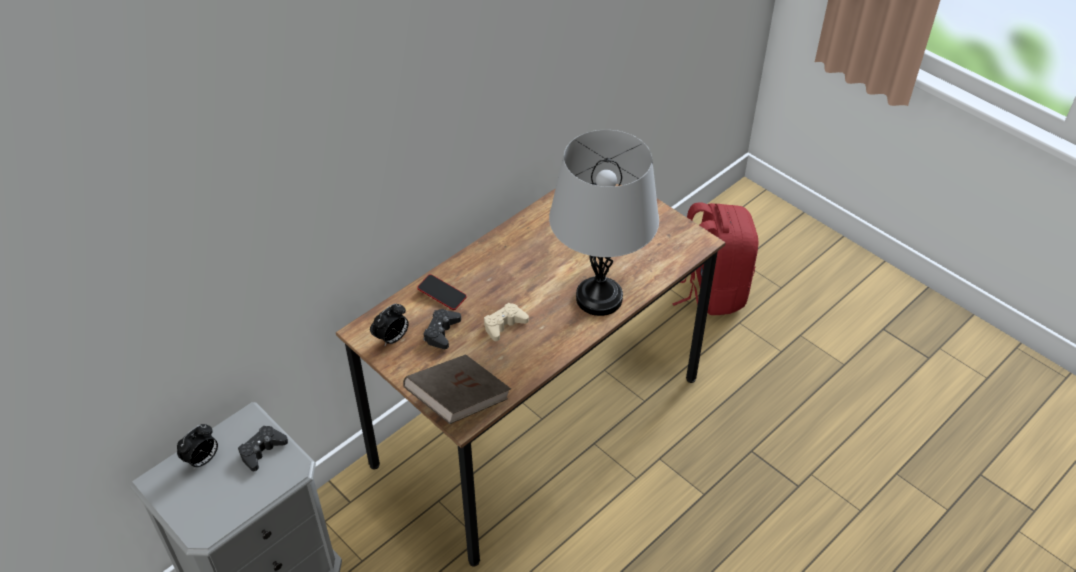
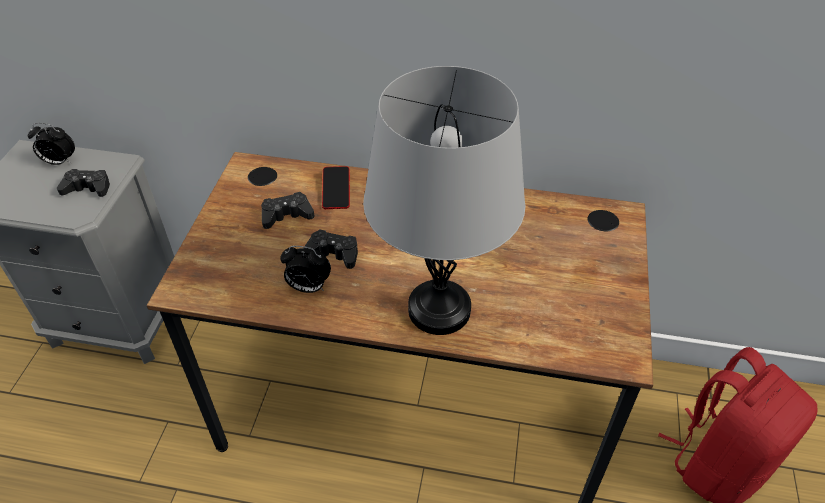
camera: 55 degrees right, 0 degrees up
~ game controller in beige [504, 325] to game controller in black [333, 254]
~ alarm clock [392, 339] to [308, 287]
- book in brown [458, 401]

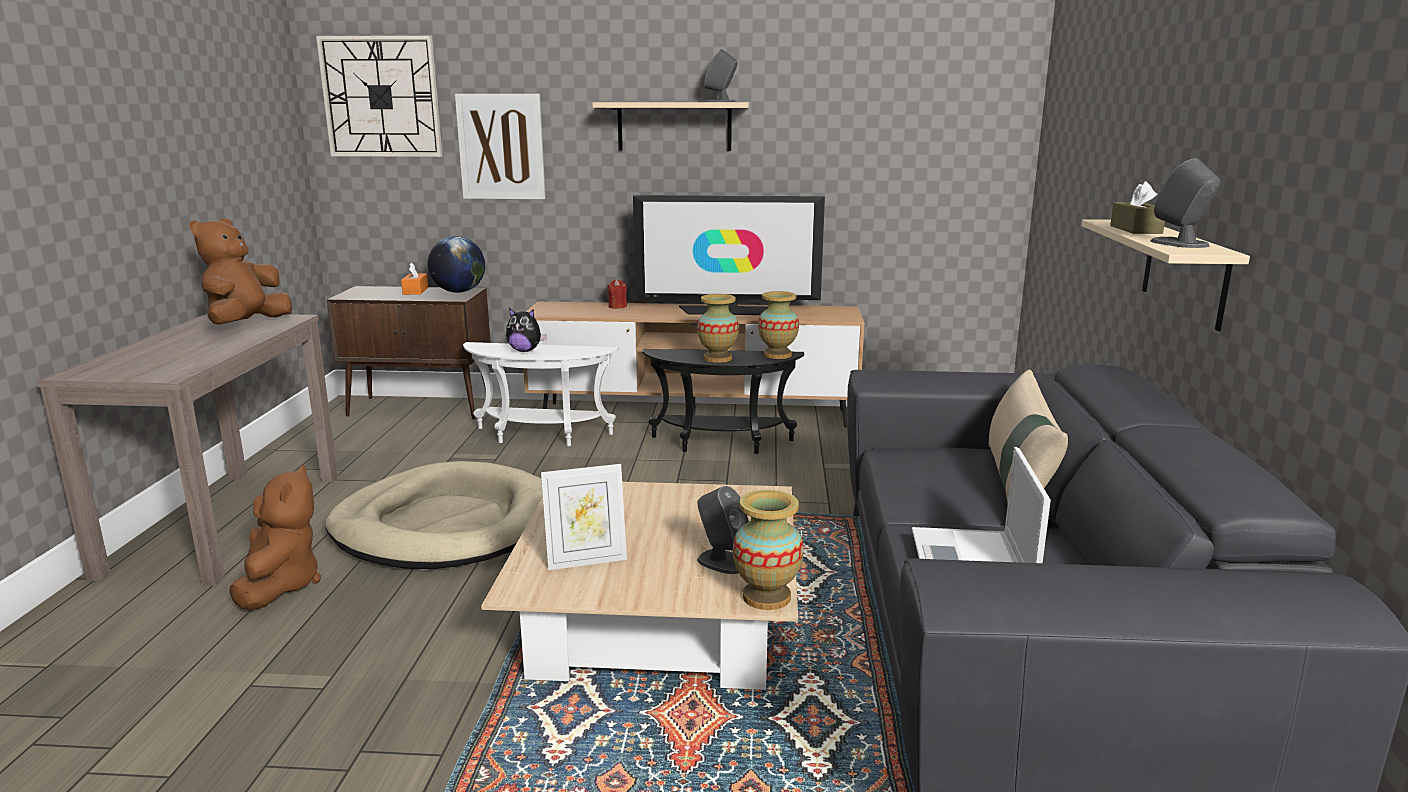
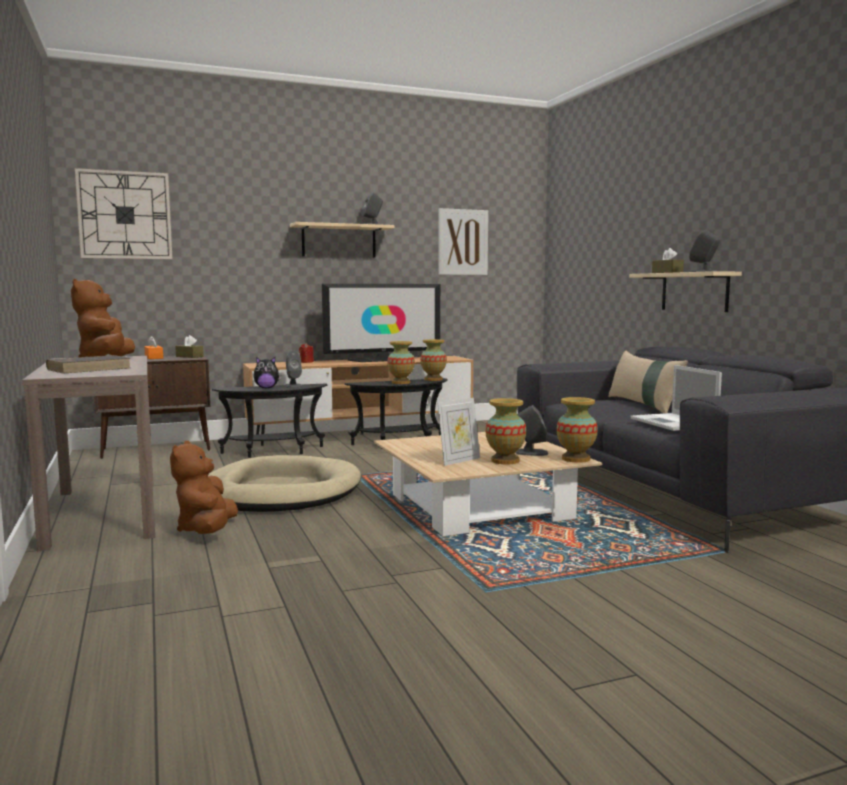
camera: 25 degrees left, 10 degrees down
~ picture [501, 147] to [463, 242]
~ globe [458, 292] to tissue box in brown [189, 356]
~ side table in white [540, 437] to side table in black [274, 452]
~ plush toy in brown [280, 586] = [207, 530] 150 degrees counterclockwise
+ speaker in grey [293, 386]
+ book in brown [90, 368]
+ vase [505, 461]

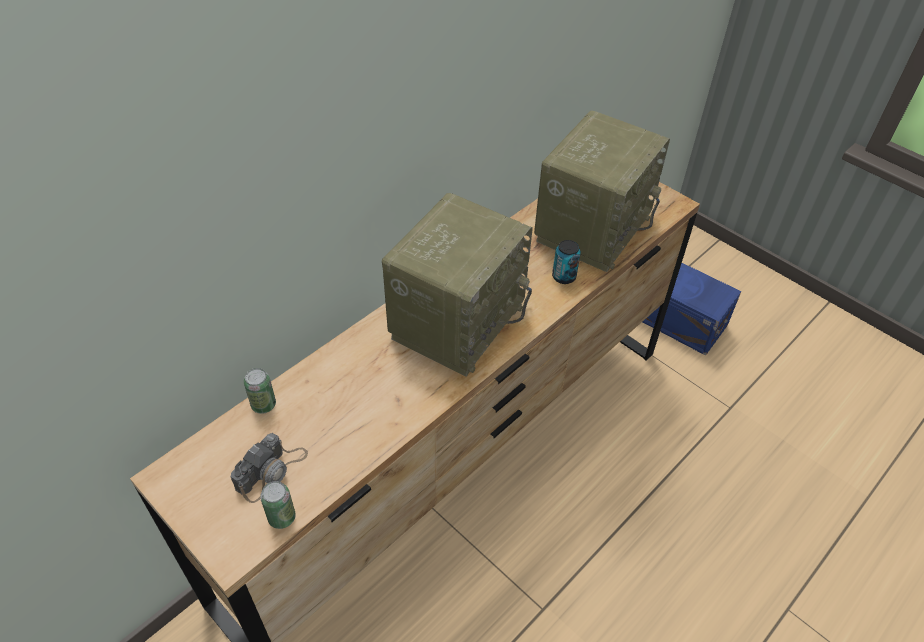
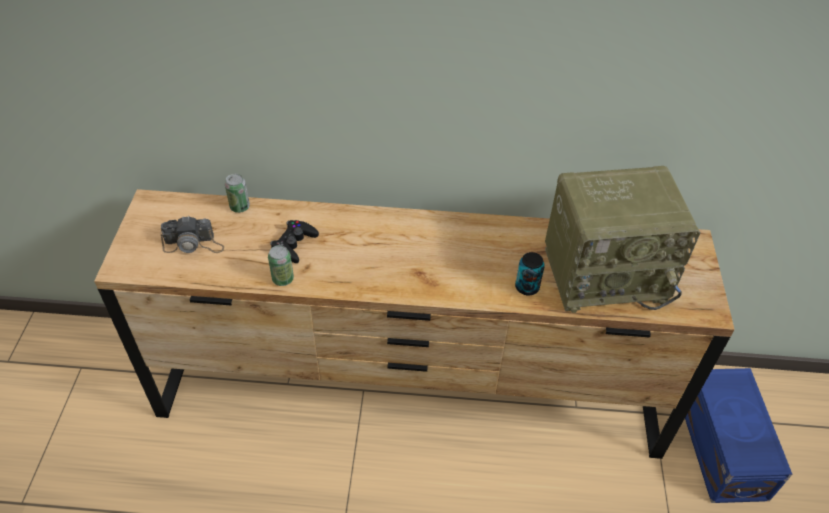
camera: 50 degrees right, 0 degrees up
- radio [457, 319]
~ can [282, 517] to [283, 279]
+ game controller in black [294, 244]

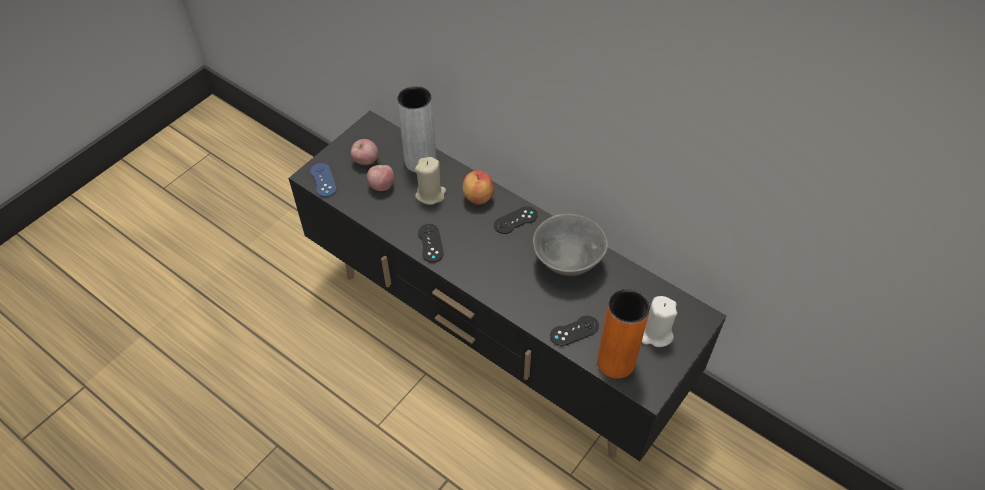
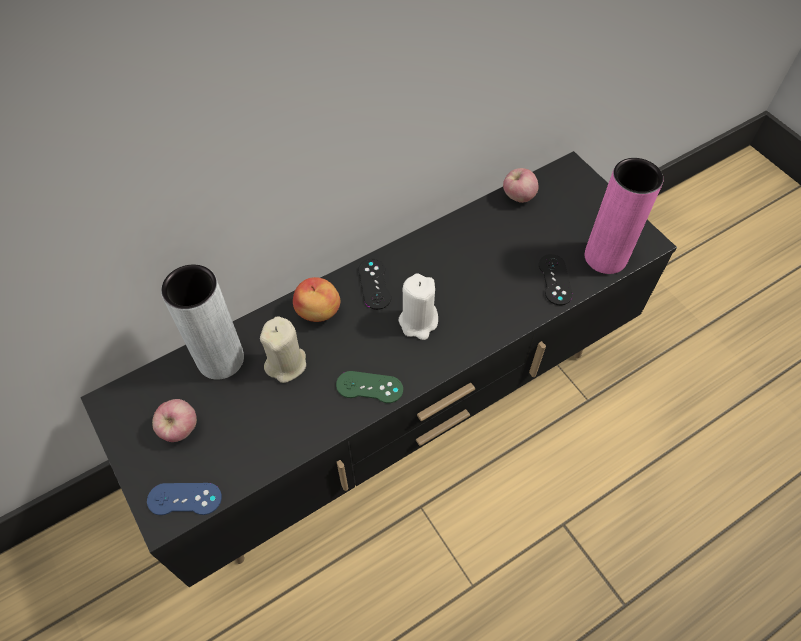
camera: 70 degrees left, 5 degrees up
~ apple [381, 186] to [518, 197]
- bowl in grey [567, 260]
~ game controller in black [430, 243] to game controller in green [369, 387]
~ vase in orange [616, 362] to vase in pink [605, 257]
~ candle in white [655, 334] to [418, 322]

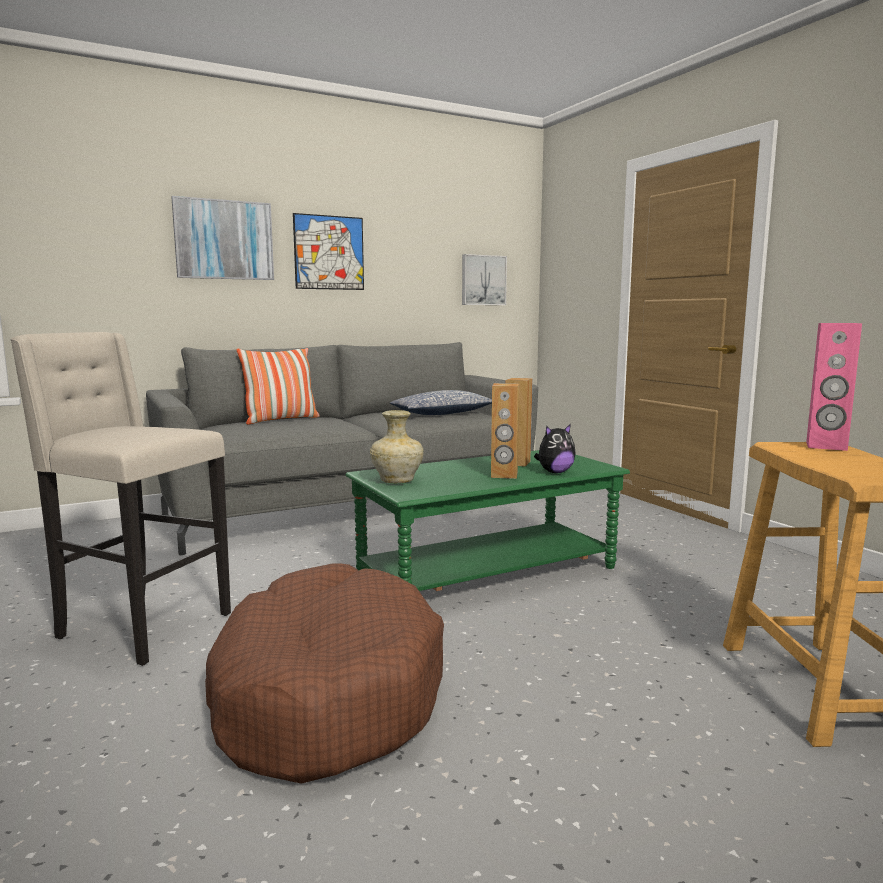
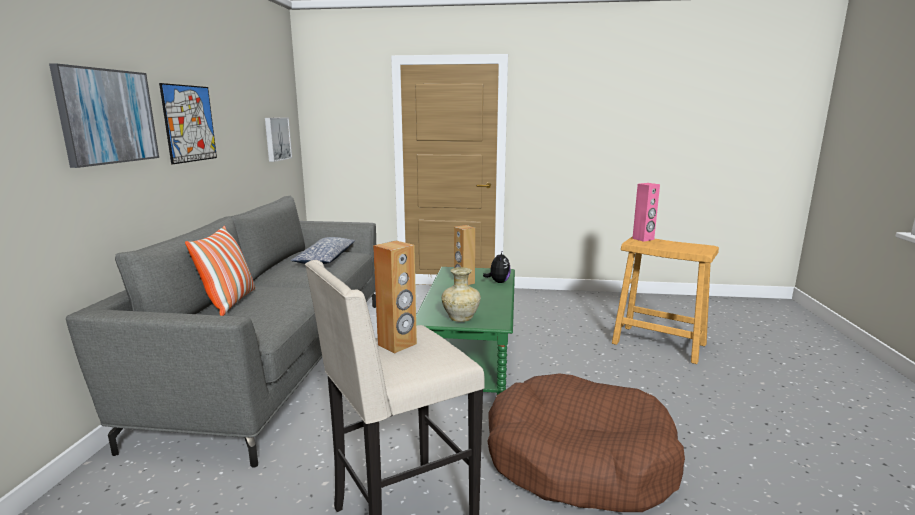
camera: 55 degrees left, 5 degrees up
~ speaker in brown [504, 475] to [397, 344]

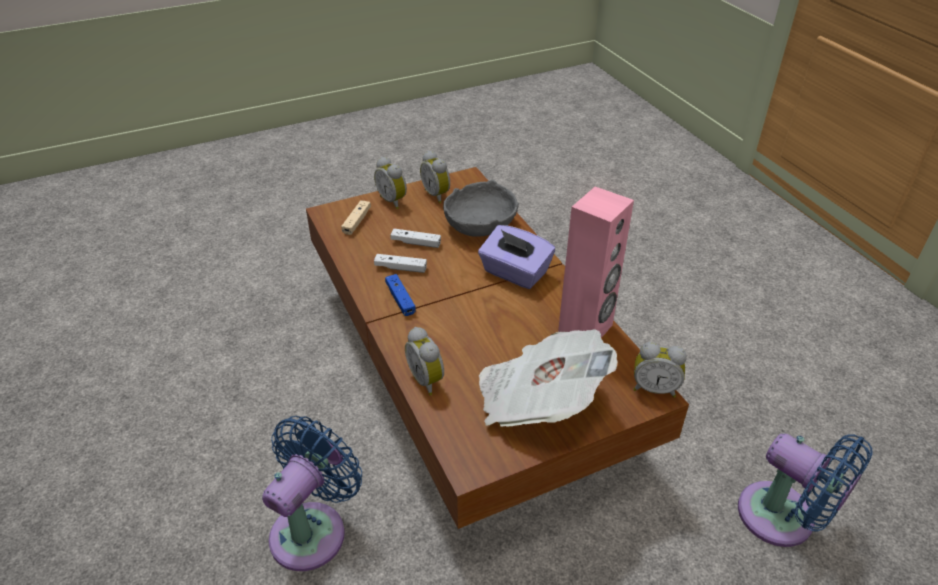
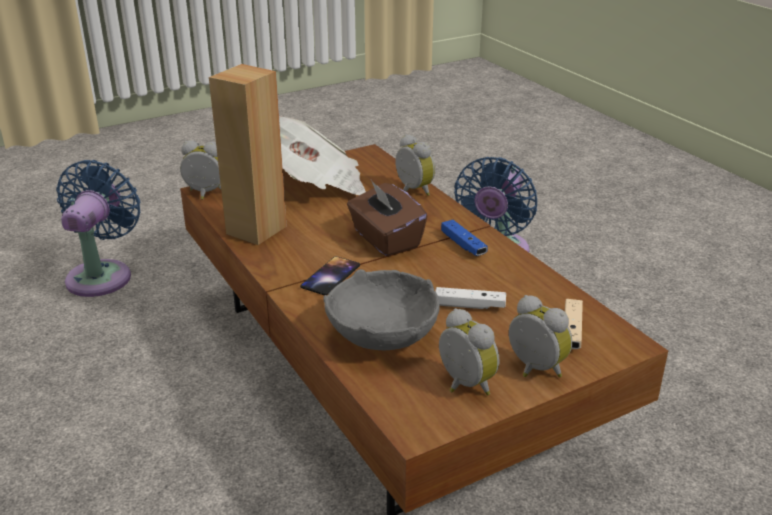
camera: 175 degrees right, 10 degrees down
~ speaker in pink [586, 329] to speaker in brown [255, 230]
~ tissue box in purple [514, 273] to phone [330, 276]
- game controller in white [400, 268]
~ fan in blue [783, 520] = [102, 275] 60 degrees clockwise
+ tissue box in brown [385, 240]

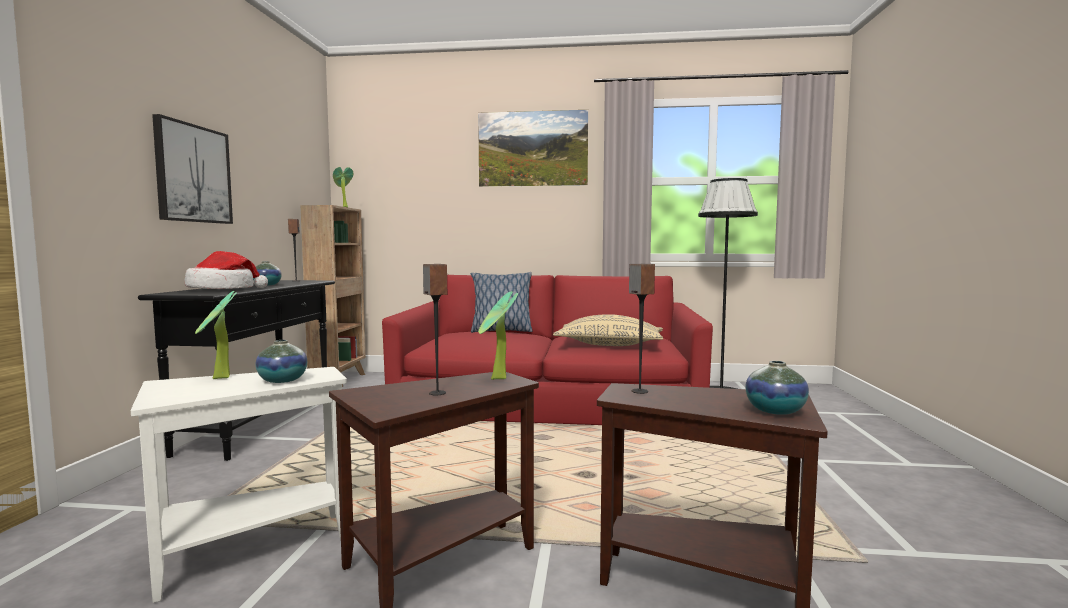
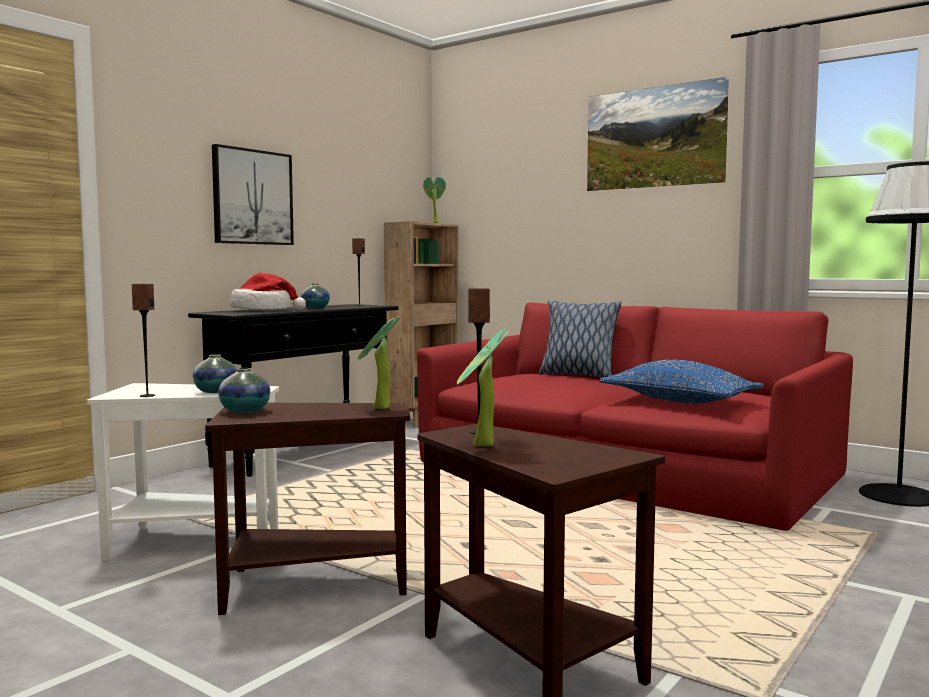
camera: 30 degrees right, 0 degrees up
~ speaker [437, 393] to [147, 396]
~ potted plant [219, 379] to [481, 446]
~ pillow in beige [609, 345] to pillow in blue [679, 401]
~ vase [775, 411] to [245, 411]

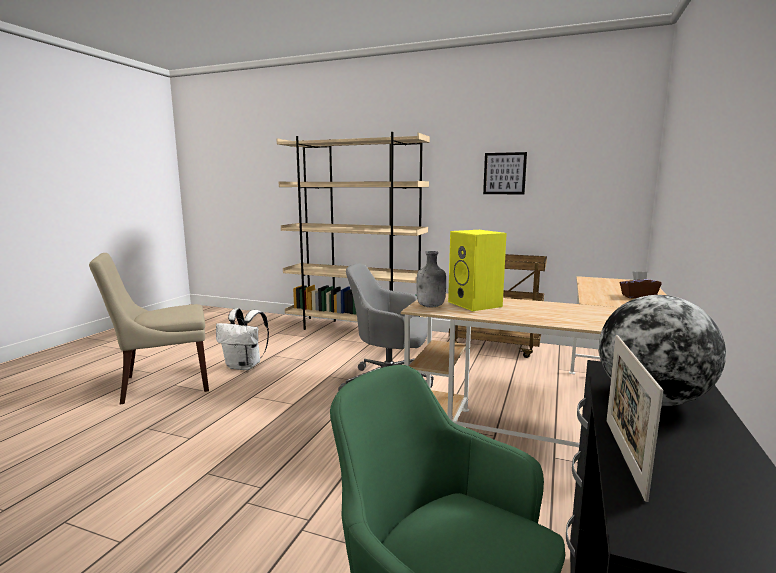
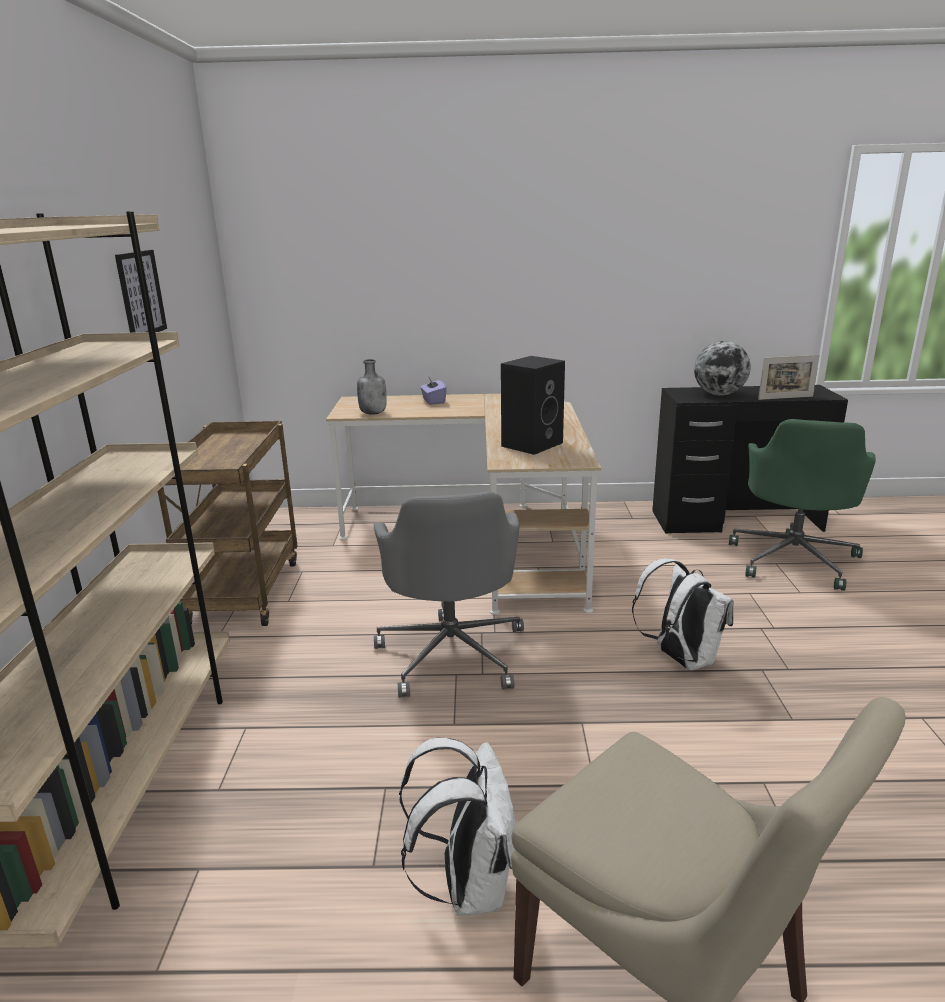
camera: 110 degrees left, 10 degrees up
~ speaker in yellow [476, 304] to speaker in black [532, 444]
~ bottle in grey [431, 306] to [373, 413]
~ tissue box in brown [638, 296] to tissue box in purple [433, 401]
+ backpack in white [680, 659]

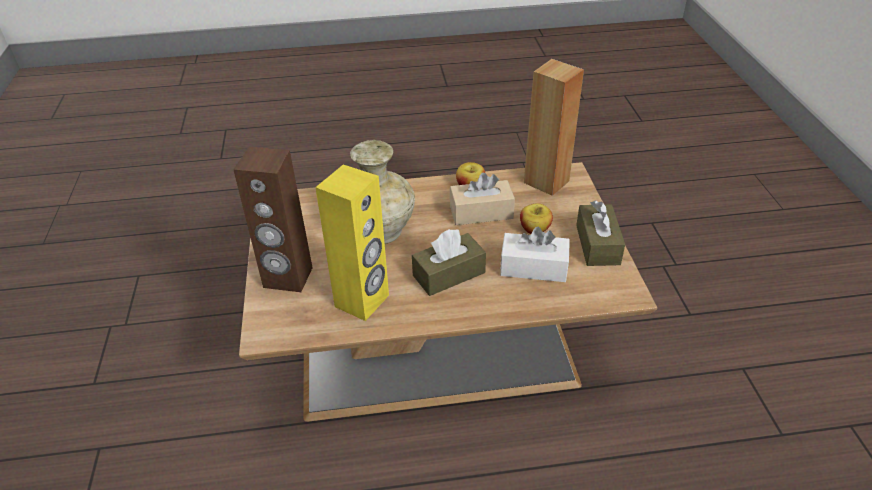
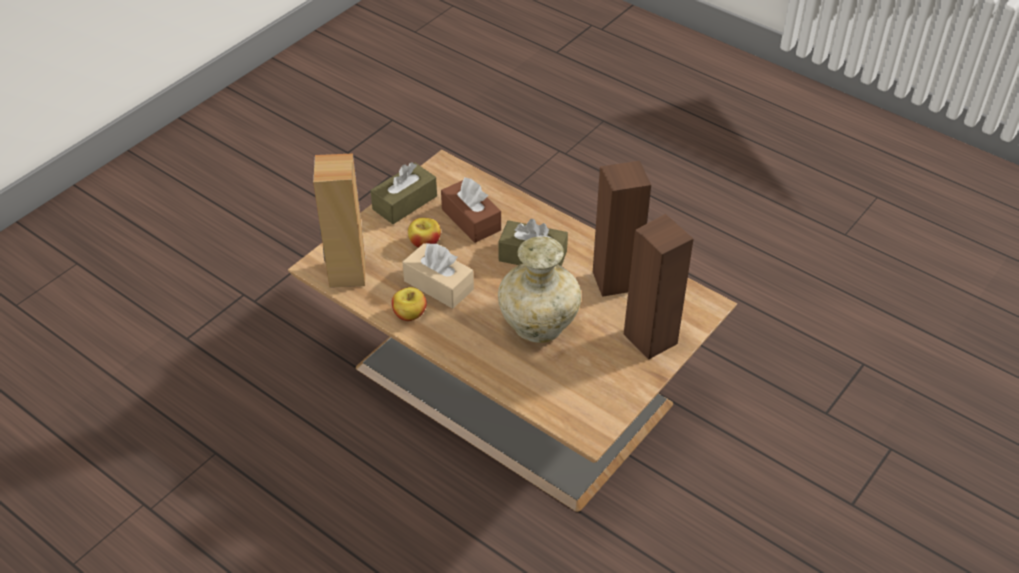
camera: 135 degrees left, 5 degrees up
~ speaker in yellow [362, 301] to speaker in brown [615, 280]
~ tissue box in white [533, 267] to tissue box in brown [471, 220]

